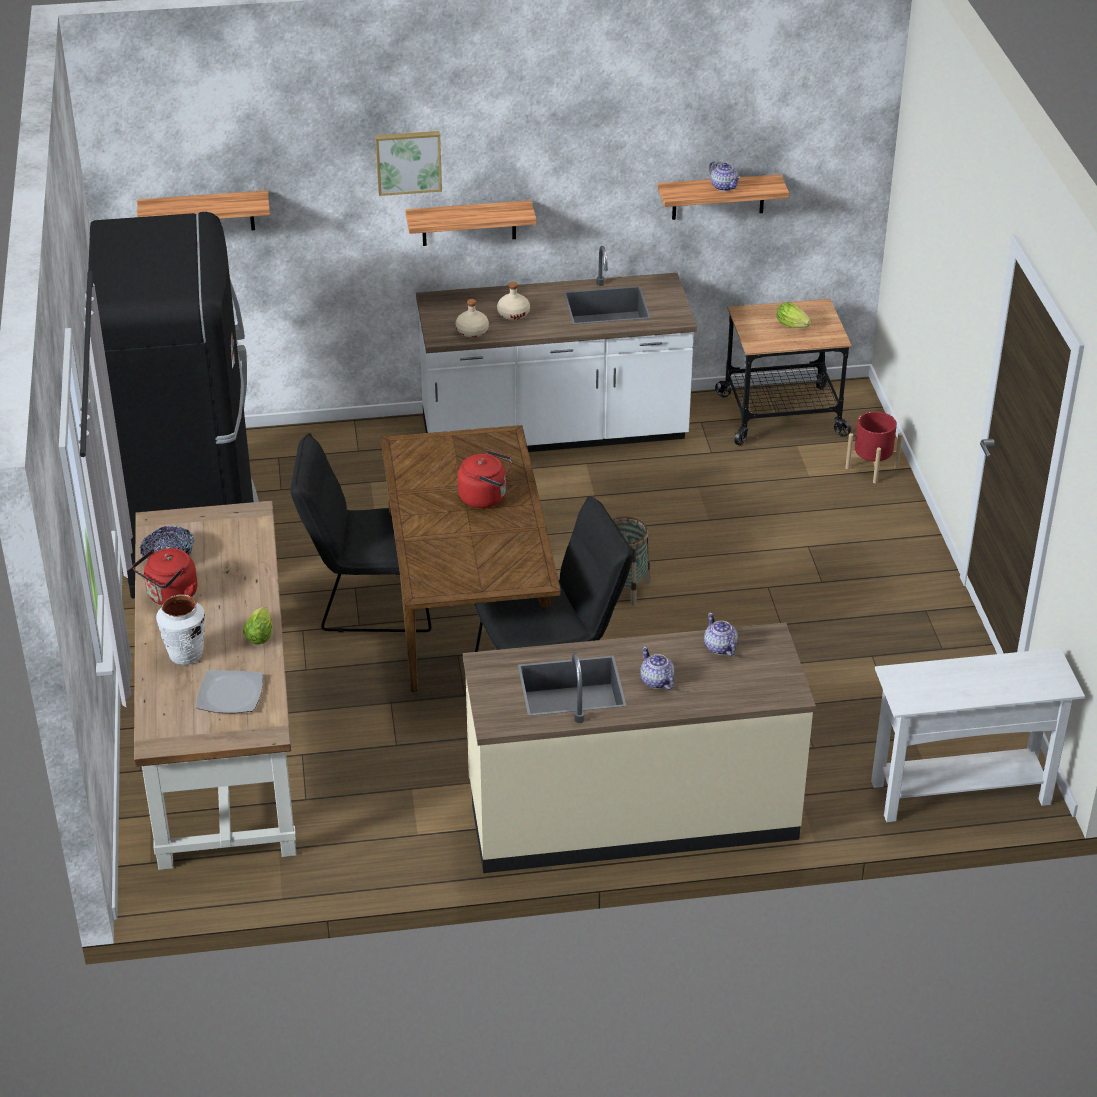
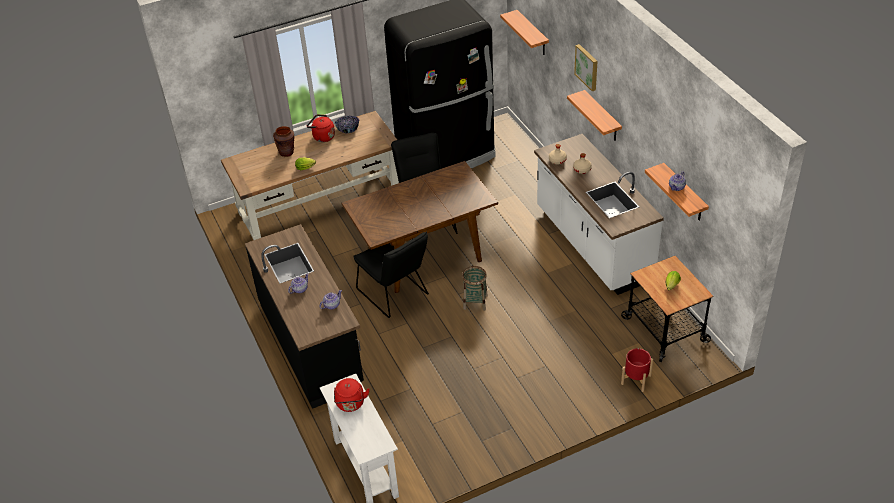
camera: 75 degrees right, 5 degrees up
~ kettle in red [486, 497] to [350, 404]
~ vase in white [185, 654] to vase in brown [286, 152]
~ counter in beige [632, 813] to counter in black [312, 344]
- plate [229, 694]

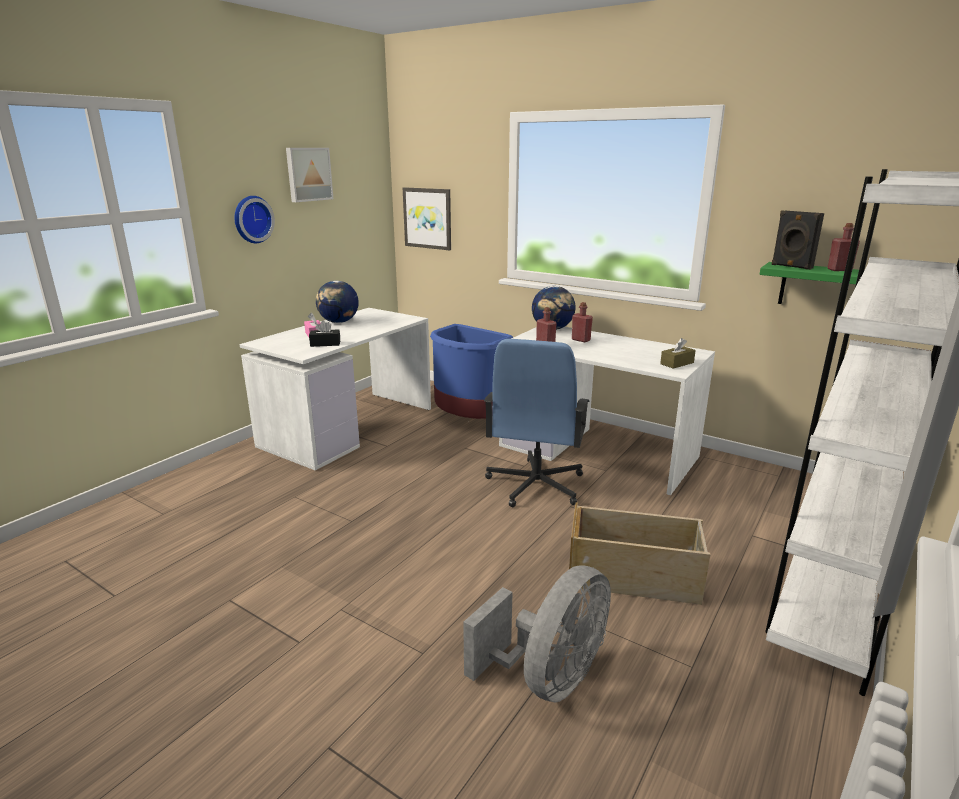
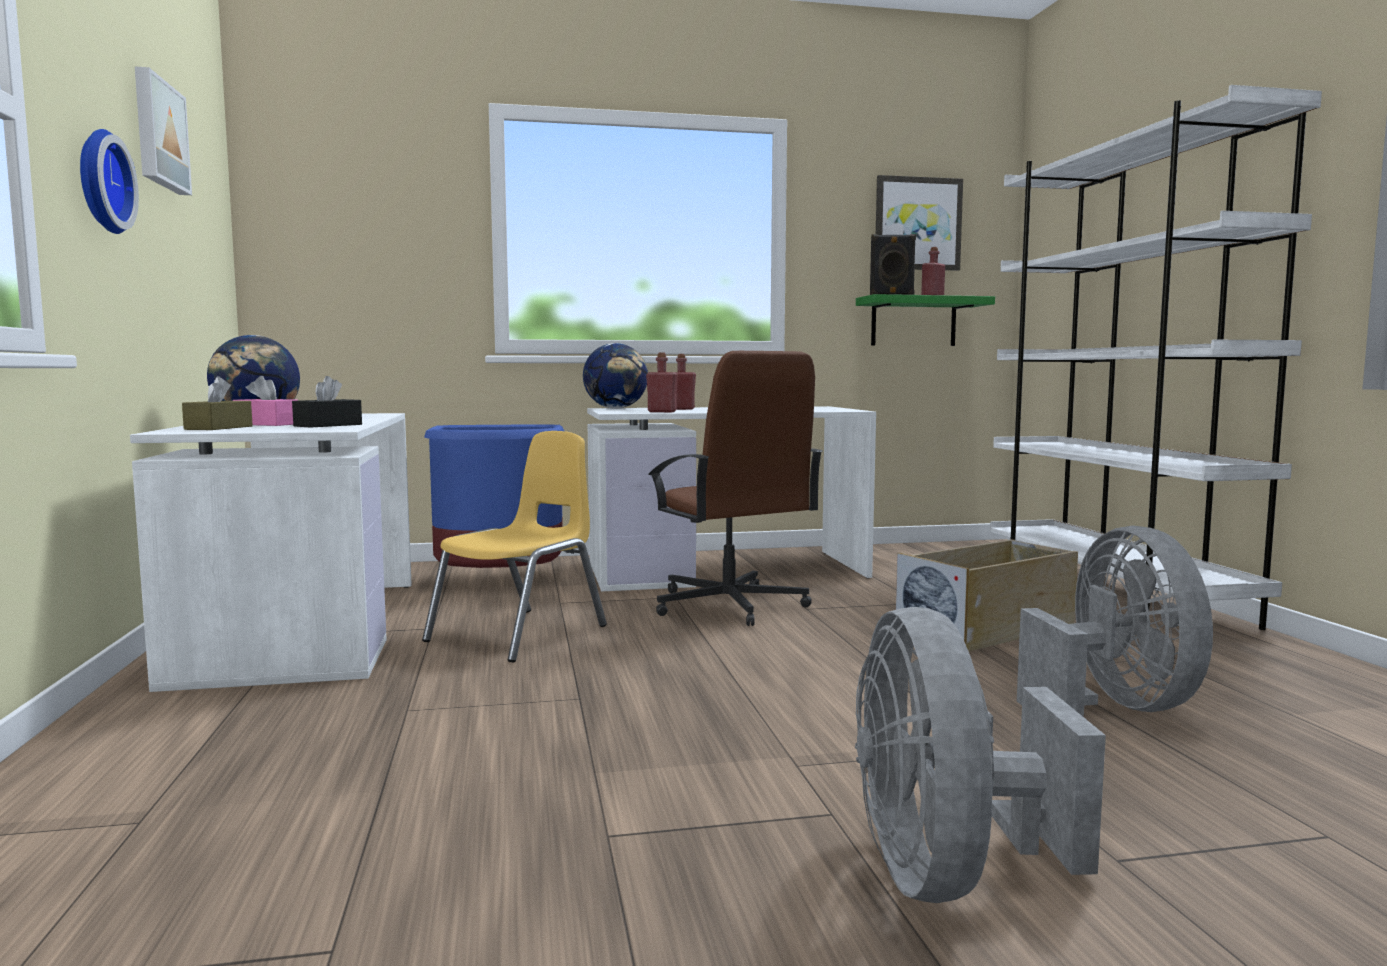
camera: 45 degrees left, 15 degrees down
~ picture [428, 218] to [917, 224]
~ tissue box in brown [677, 363] to [219, 428]
~ office chair in blue [535, 485] to office chair in brown [729, 606]
+ chair in yellow [520, 634]
+ fan in grey [947, 874]

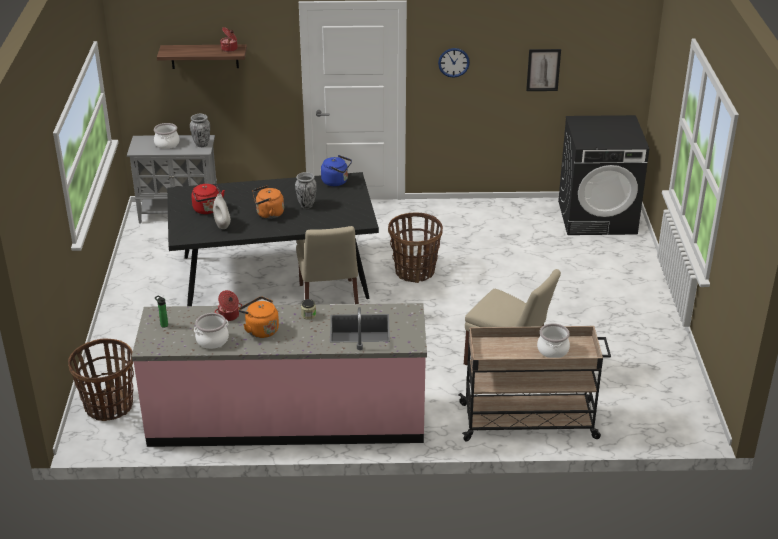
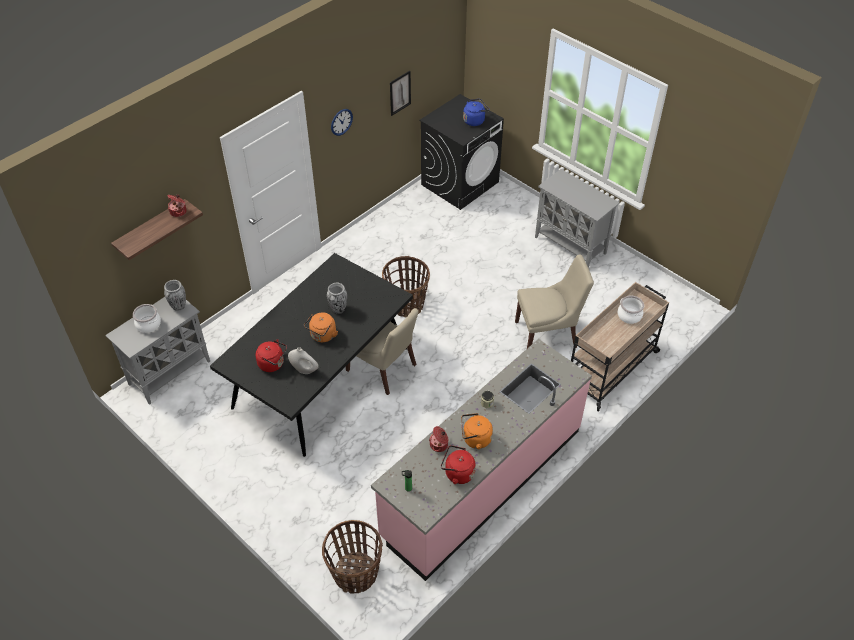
camera: 45 degrees left, 15 degrees up
~ kettle in blue [336, 181] to [475, 120]
~ cooking pot [212, 340] to kettle in red [457, 473]
+ cabinet in grey [571, 246]

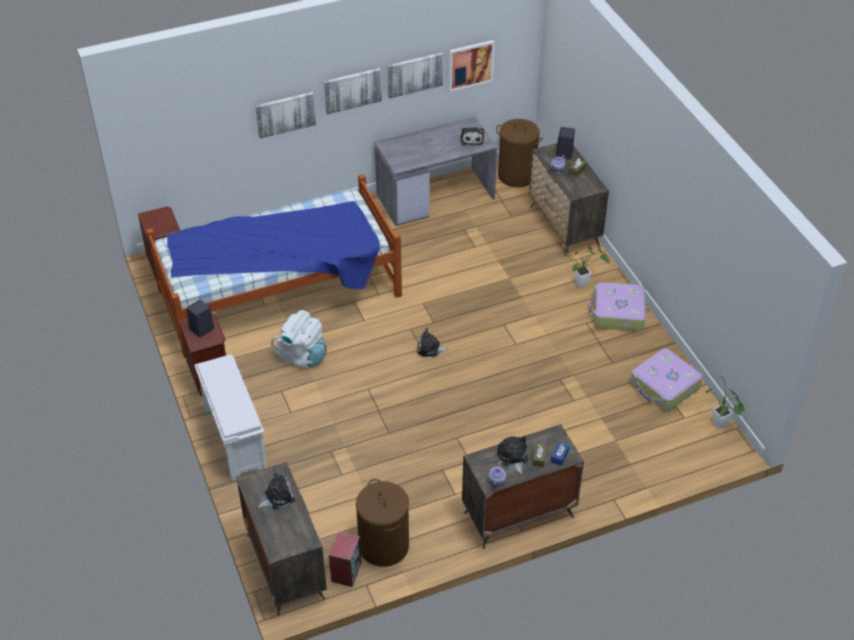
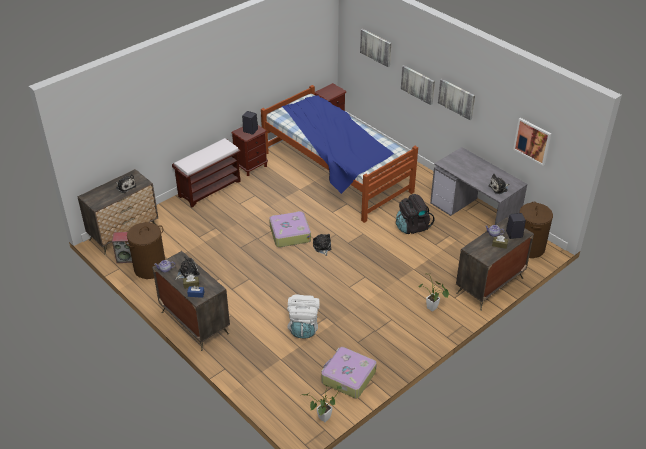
camera: 70 degrees right, 5 degrees down
~ picture [414, 74] to [376, 47]
~ suitcase [617, 313] to [289, 234]
~ backpack in white [302, 356] to [303, 327]
~ bench in white [234, 438] to bench in brown [210, 188]
+ backpack in black [412, 227]

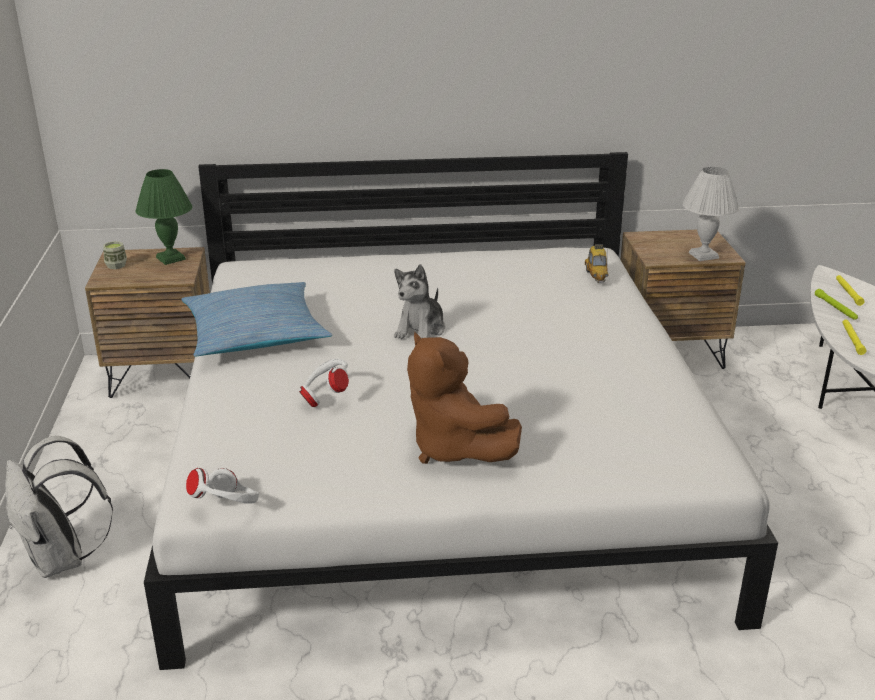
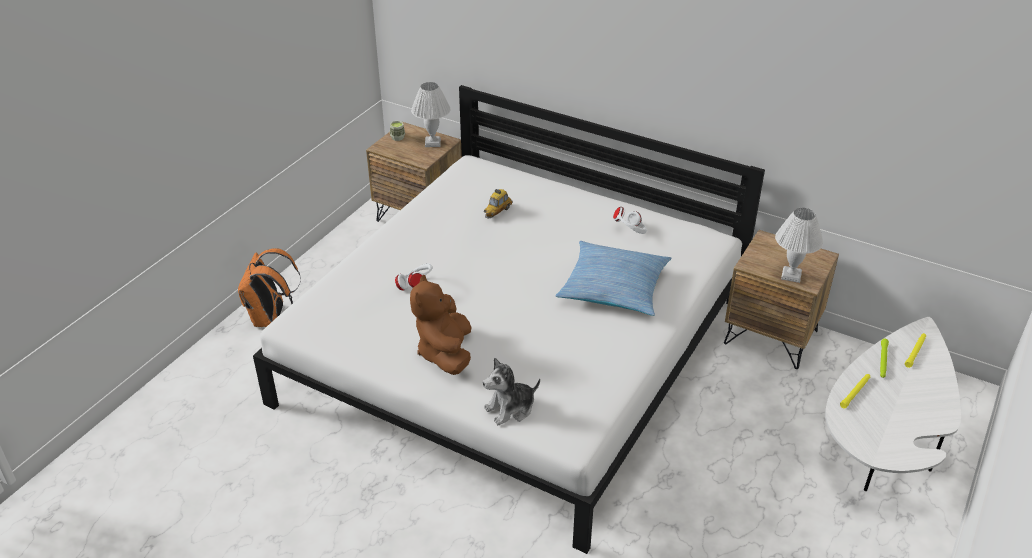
camera: 35 degrees right, 10 degrees up
~ table lamp in green [171, 258] to table lamp in white [433, 143]
~ toy car [596, 276] to [498, 211]
~ plush toy [421, 330] to [510, 409]
~ pillow [255, 334] to [613, 287]
~ backpack in white [62, 559] to backpack in orange [271, 319]
~ headphones in white [228, 508] to [630, 232]

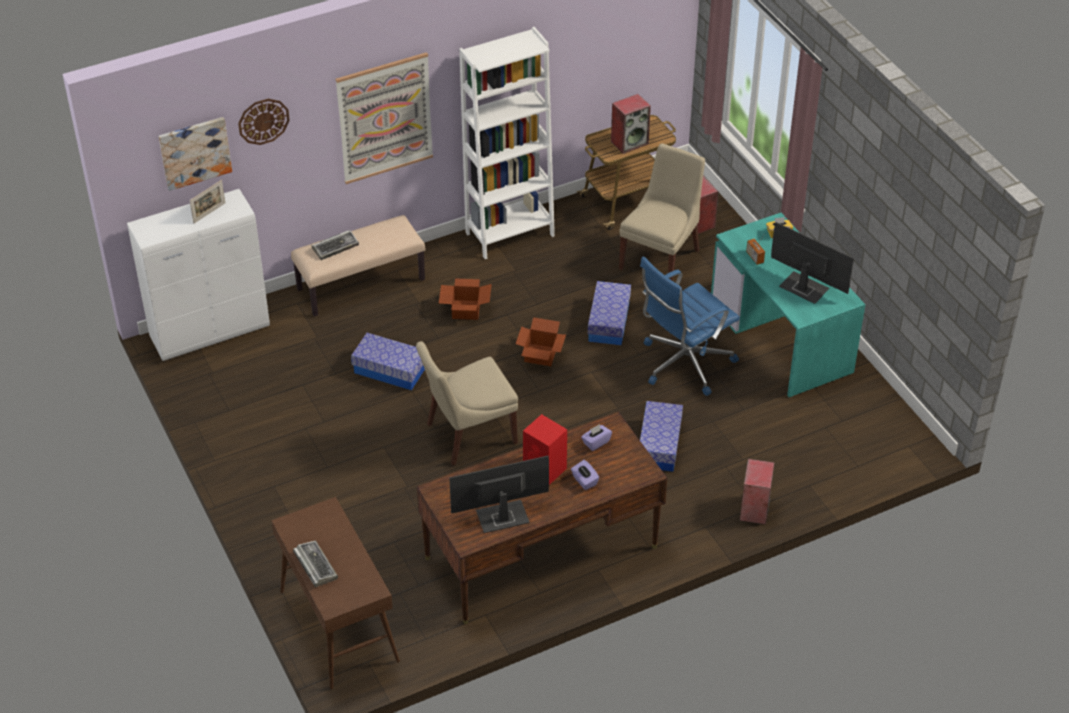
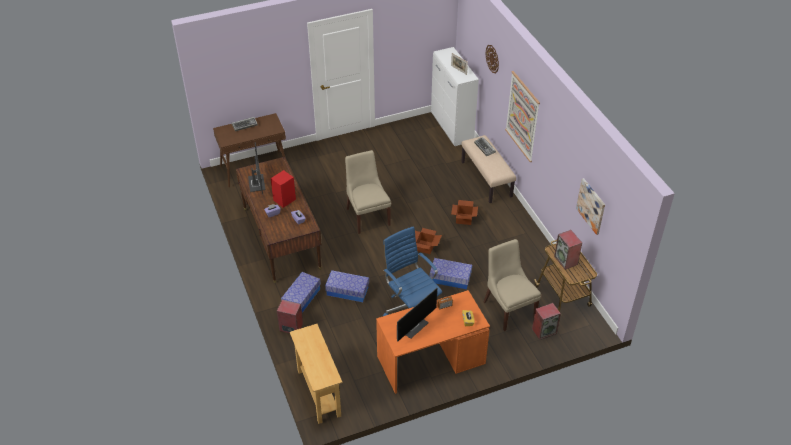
camera: 95 degrees right, 0 degrees up
- bookcase in white [510, 234]
~ picture [195, 152] to [591, 206]
~ chair in beige [661, 258] = [508, 308] 150 degrees counterclockwise
~ desk in turquoise [782, 338] to desk in orange [430, 360]
~ storage box [390, 370] to [301, 298]
+ console table in beige [319, 393]

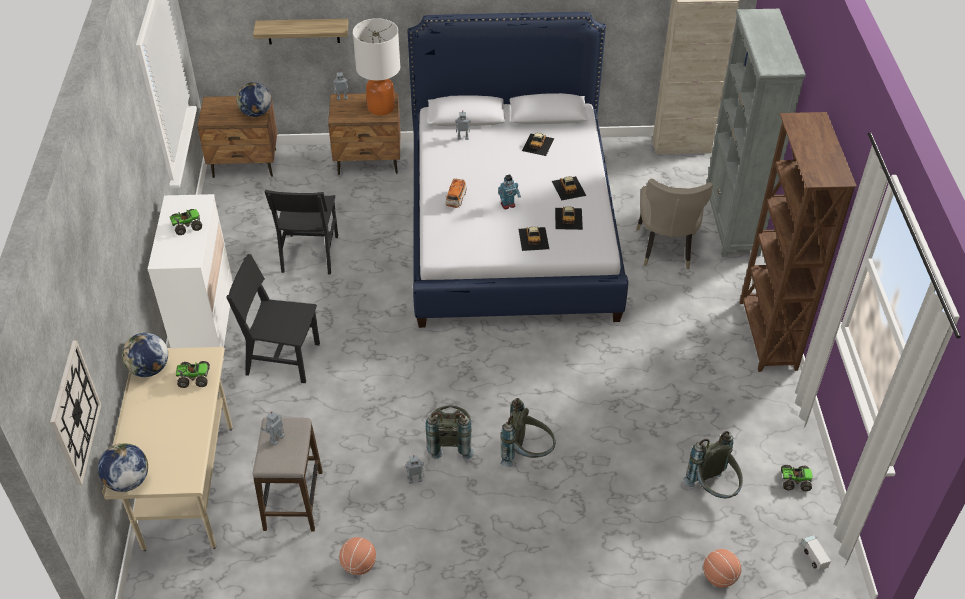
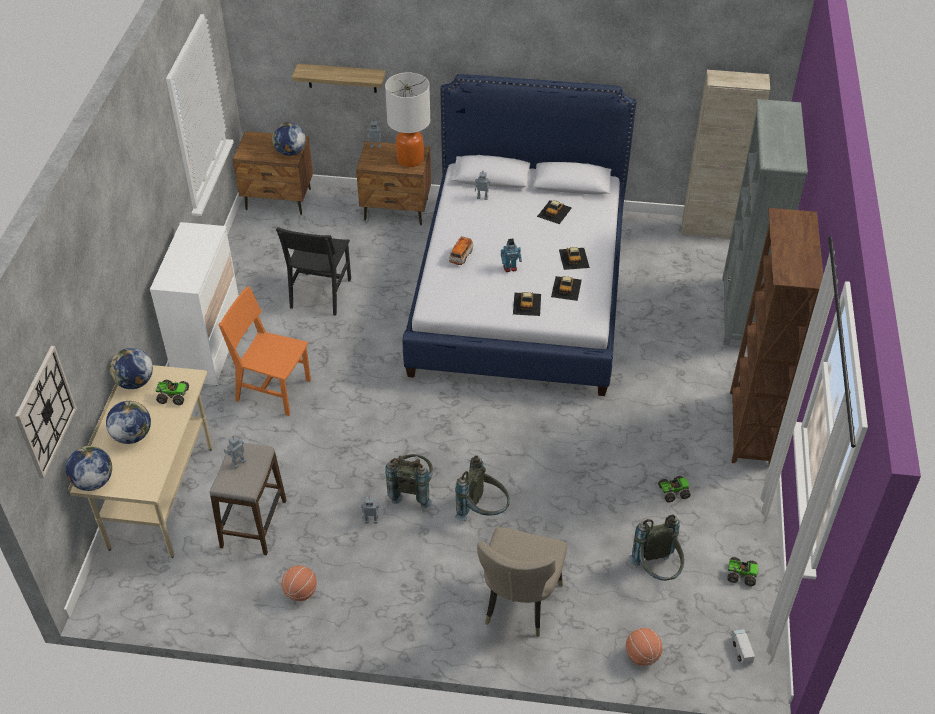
camera: 10 degrees right, 0 degrees up
~ chair in beige [666, 250] to [518, 605]
~ toy truck [186, 226] to [673, 492]
~ chair in black [283, 359] to chair in orange [273, 390]
+ globe [132, 436]

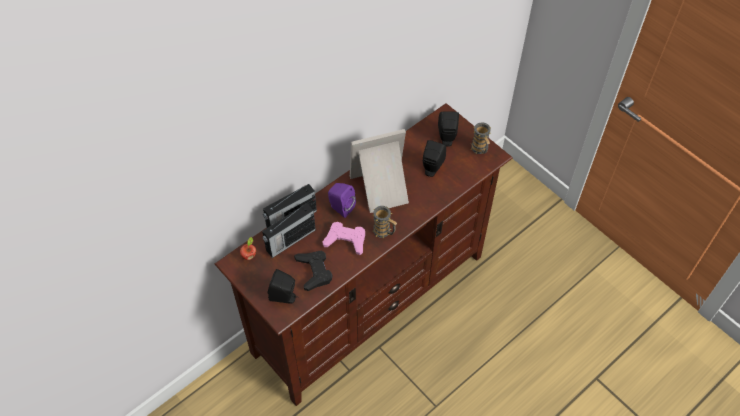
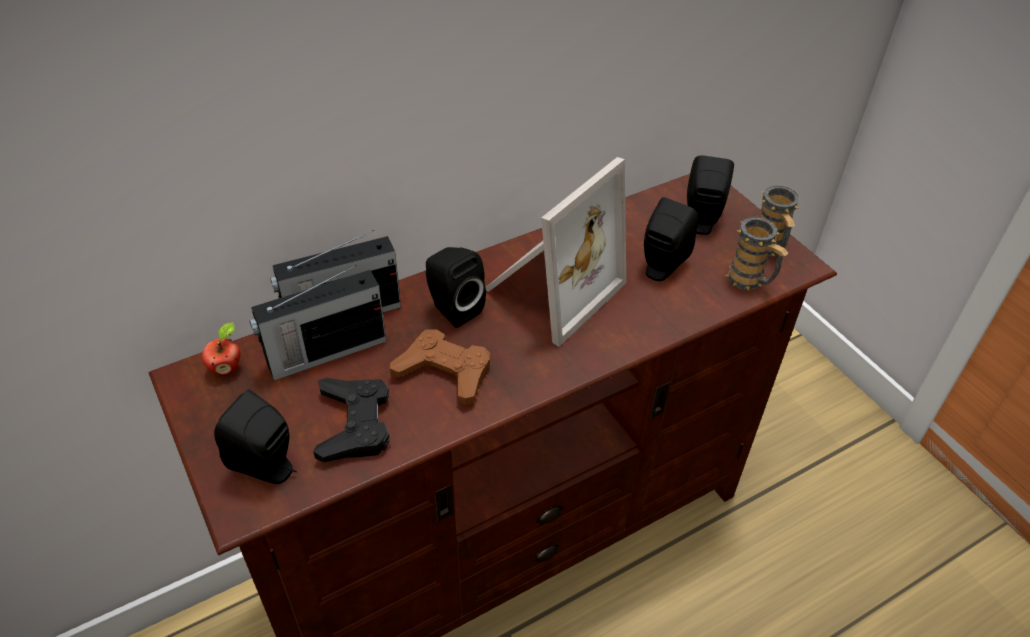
camera: 10 degrees right, 10 degrees down
~ picture frame [382, 189] = [549, 288] 135 degrees clockwise
~ speaker in purple [340, 208] to speaker in black [452, 308]
~ mug [384, 232] to [750, 281]
~ game controller in pink [345, 240] to game controller in brown [444, 372]

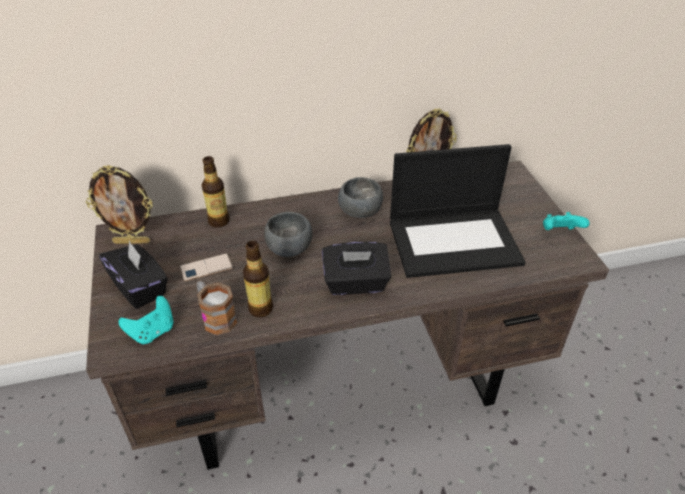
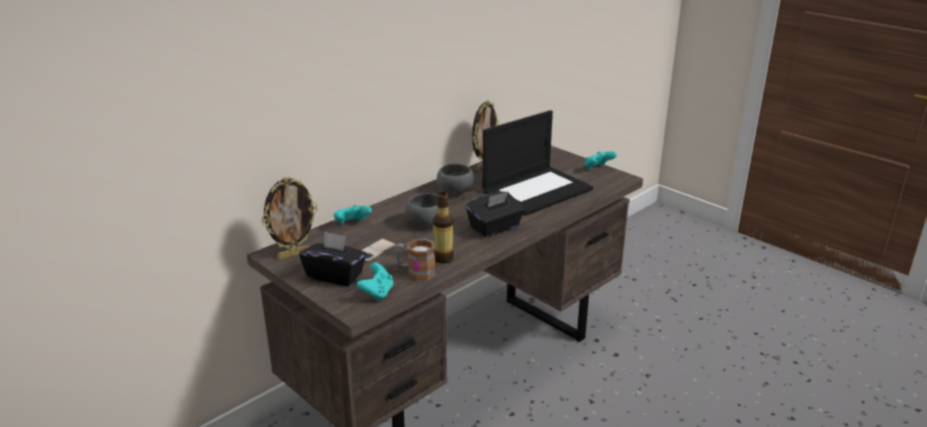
camera: 30 degrees left, 15 degrees down
~ bottle [219, 221] to game controller in turquoise [352, 224]

